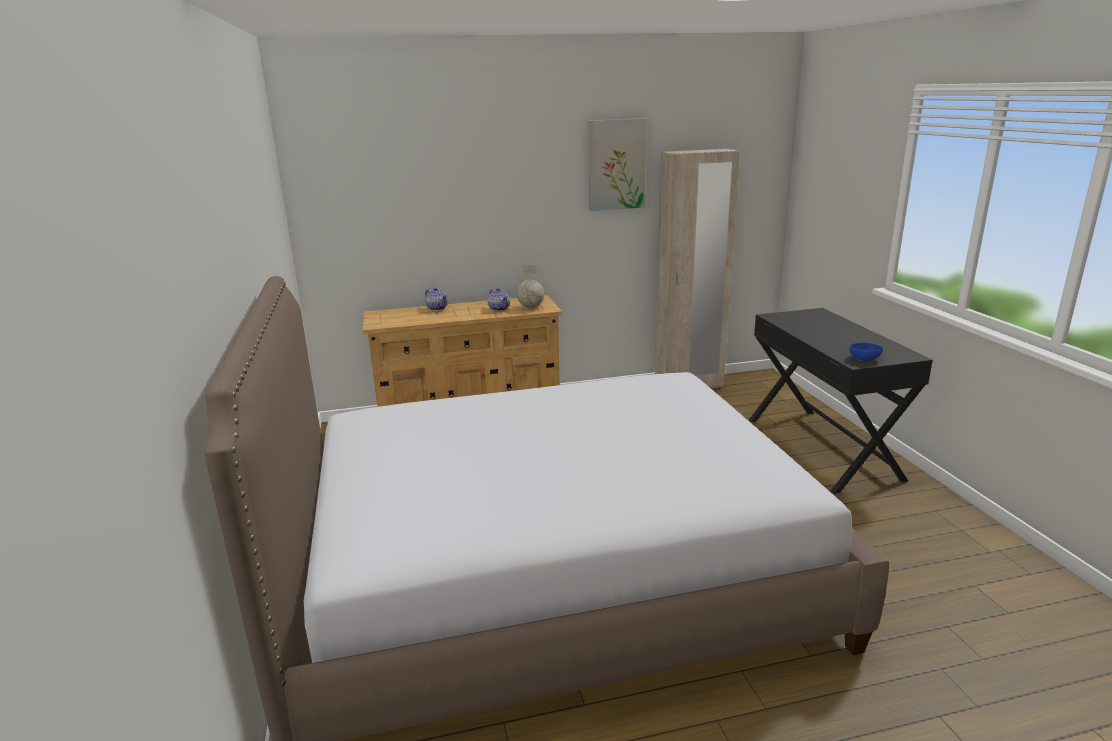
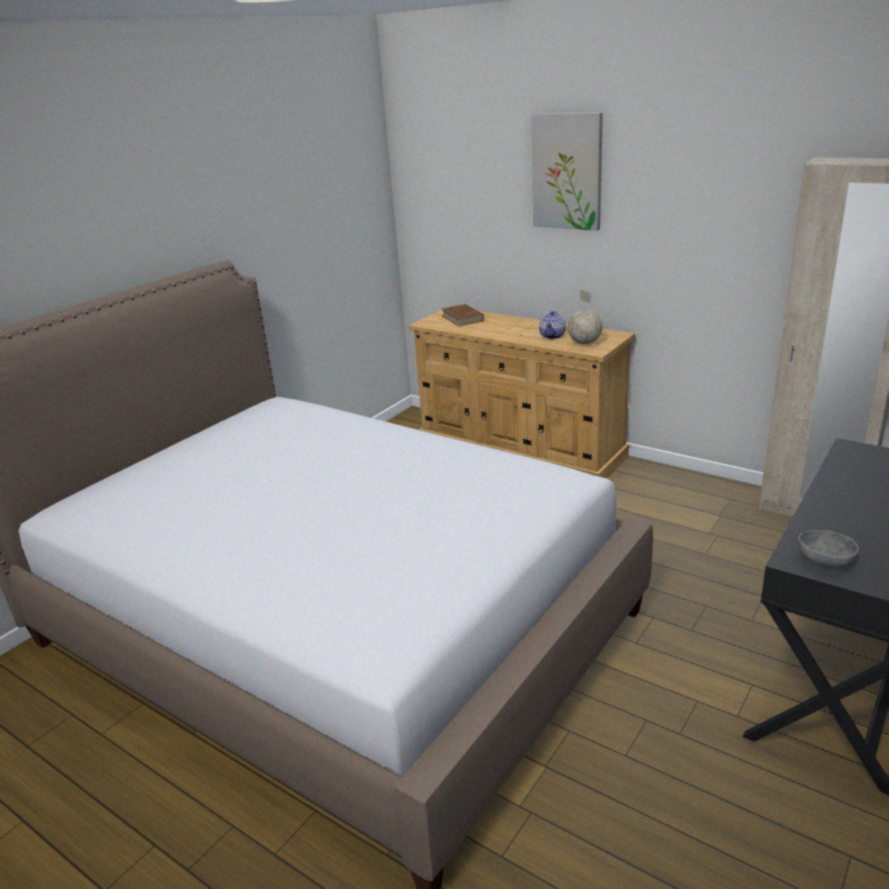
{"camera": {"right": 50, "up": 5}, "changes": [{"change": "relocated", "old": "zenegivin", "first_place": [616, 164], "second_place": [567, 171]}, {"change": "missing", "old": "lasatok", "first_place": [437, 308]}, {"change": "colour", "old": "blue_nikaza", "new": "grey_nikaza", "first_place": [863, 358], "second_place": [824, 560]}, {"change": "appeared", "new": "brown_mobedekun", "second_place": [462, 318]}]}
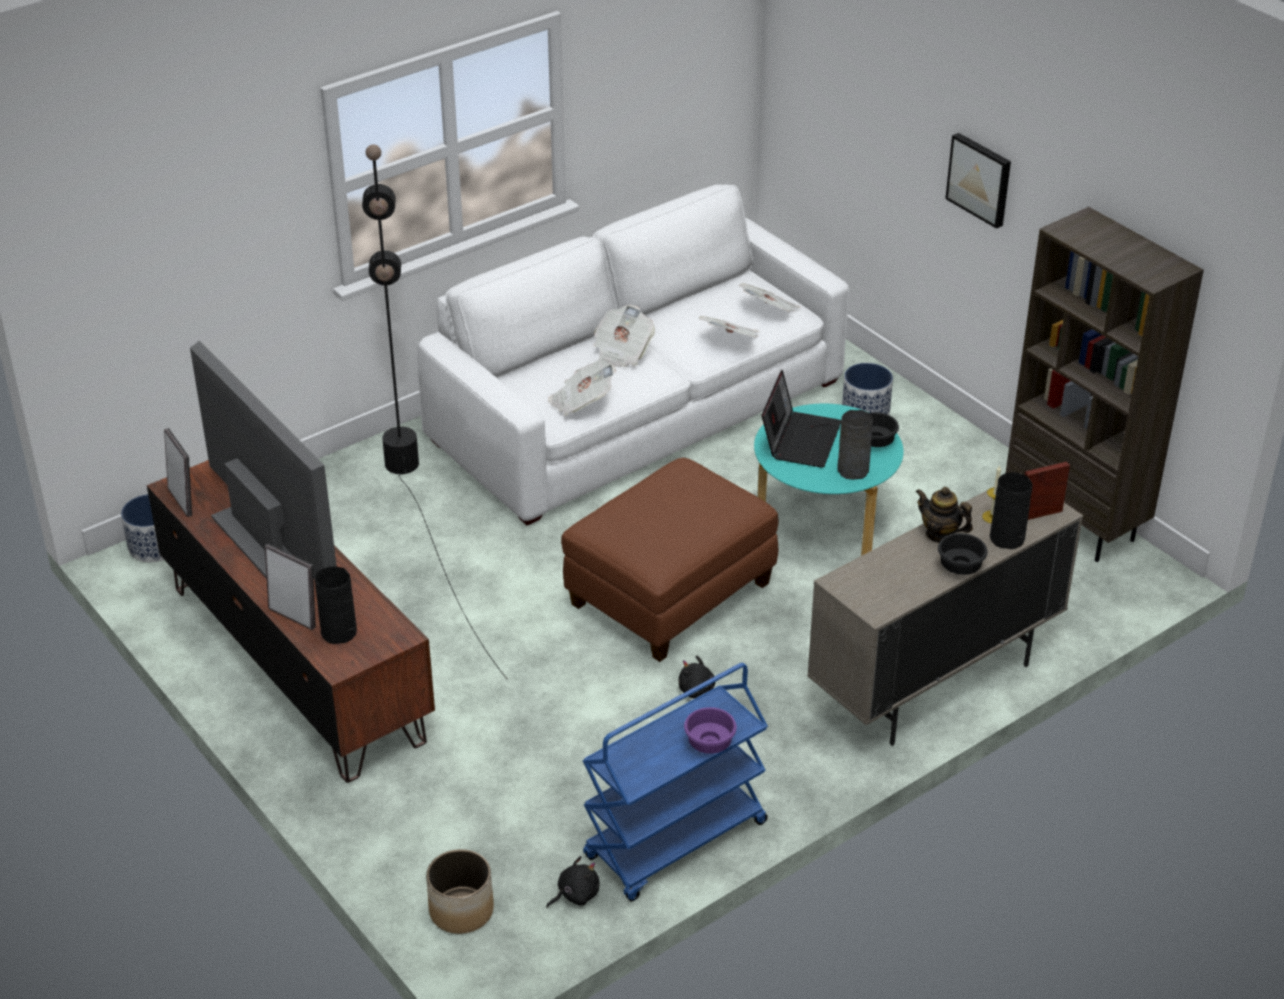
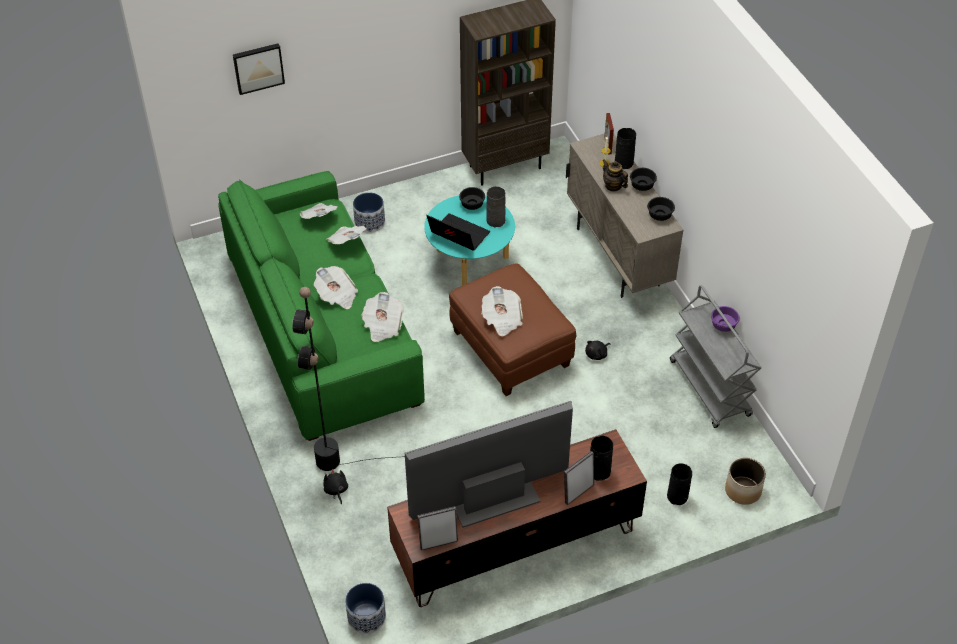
{"camera": {"right": -75, "up": 10}, "changes": [{"change": "relocated", "old": "zenegivin", "first_place": [980, 179], "second_place": [258, 67]}, {"change": "colour", "old": "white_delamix", "new": "green_delamix", "first_place": [636, 411], "second_place": [321, 328]}, {"change": "spun", "old": "lasatok", "first_place": [940, 534], "second_place": [613, 186], "degrees": 90}, {"change": "colour", "old": "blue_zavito", "new": "grey_zavito", "first_place": [675, 842], "second_place": [710, 389]}, {"change": "relocated", "old": "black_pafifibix", "first_place": [575, 894], "second_place": [336, 490]}, {"change": "appeared", "new": "black_nikaza", "second_place": [660, 216]}, {"change": "appeared", "new": "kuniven", "second_place": [502, 319]}, {"change": "appeared", "new": "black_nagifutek", "second_place": [677, 497]}]}
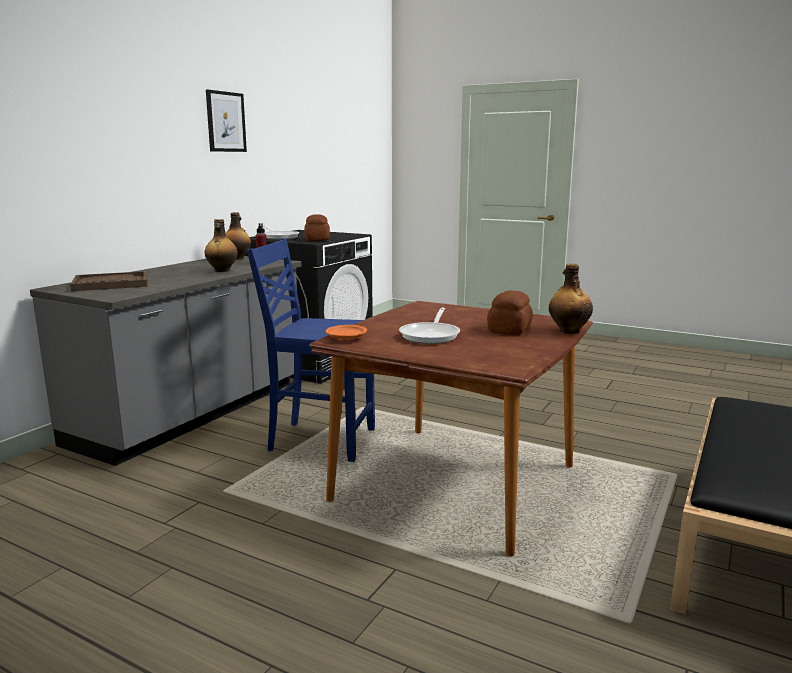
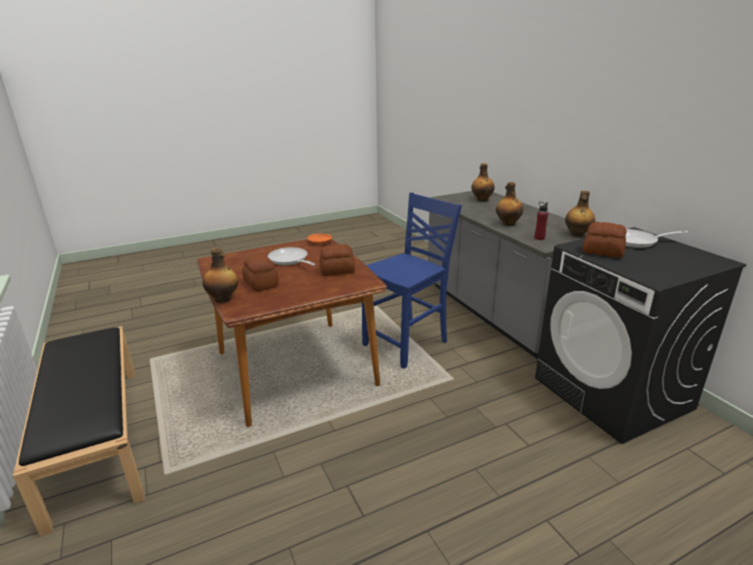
{"camera": {"right": 125, "up": 10}, "changes": [{"change": "missing", "old": "zenegivin", "first_place": [225, 122]}, {"change": "exchanged", "old": "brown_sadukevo", "new": "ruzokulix", "first_place": [110, 284], "second_place": [482, 200]}, {"change": "appeared", "new": "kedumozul", "second_place": [337, 271]}]}
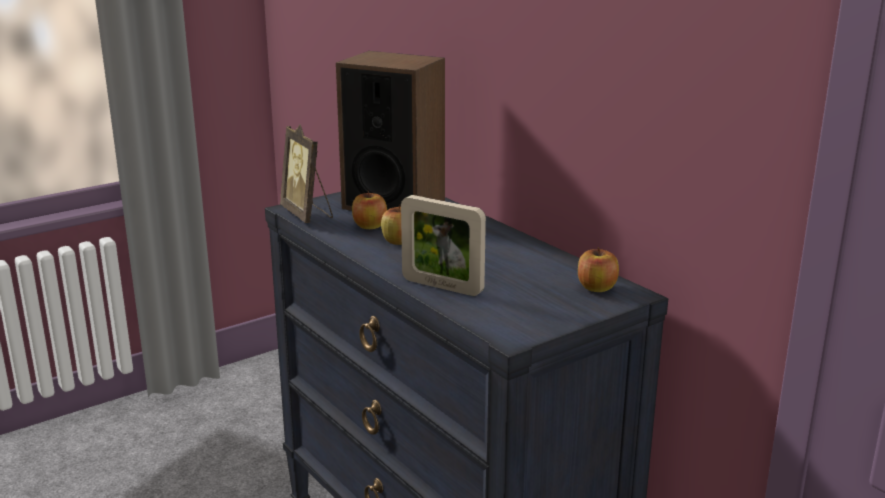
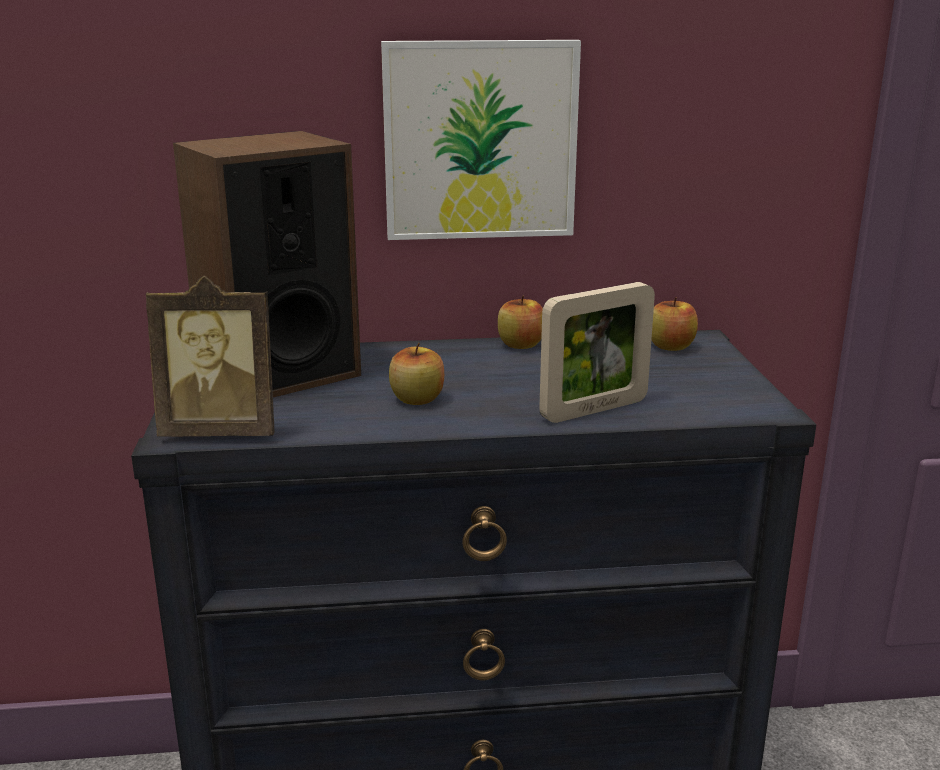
{"camera": {"right": -60, "up": 0}, "changes": [{"change": "relocated", "old": "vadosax", "first_place": [370, 226], "second_place": [521, 345]}, {"change": "appeared", "new": "zenegivin", "second_place": [480, 141]}]}
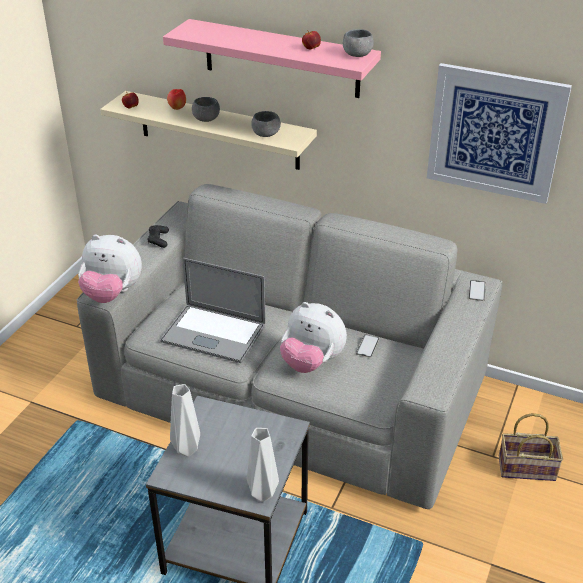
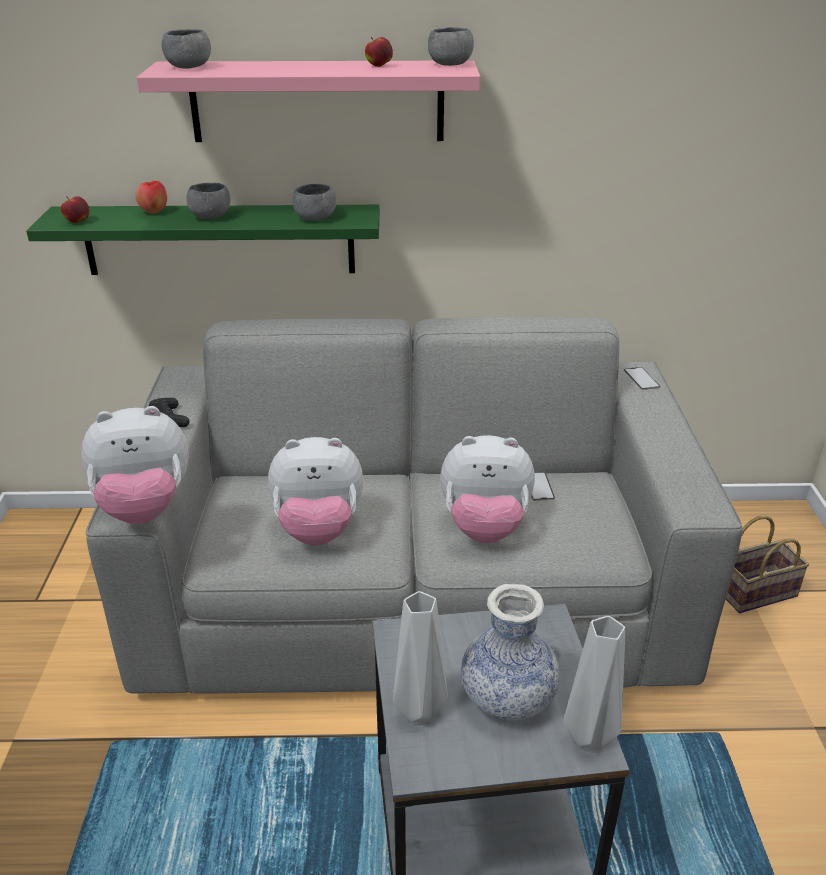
{"camera": {"right": -25, "up": -5}, "changes": [{"change": "missing", "old": "zenegivin", "first_place": [495, 133]}, {"change": "colour", "old": "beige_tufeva", "new": "green_tufeva", "first_place": [218, 130], "second_place": [219, 239]}, {"change": "exchanged", "old": "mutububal", "new": "pafifibix", "first_place": [213, 333], "second_place": [318, 529]}, {"change": "appeared", "new": "grey_nikaza", "second_place": [188, 67]}, {"change": "appeared", "new": "nagifutek", "second_place": [507, 698]}]}
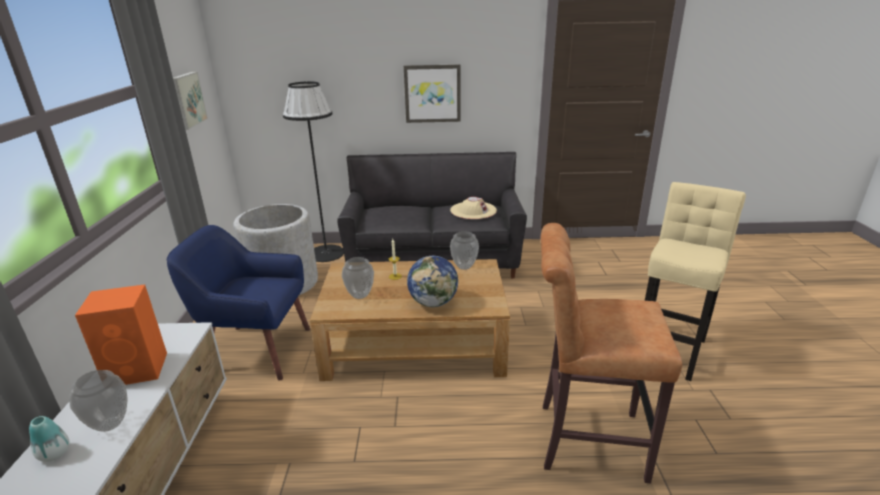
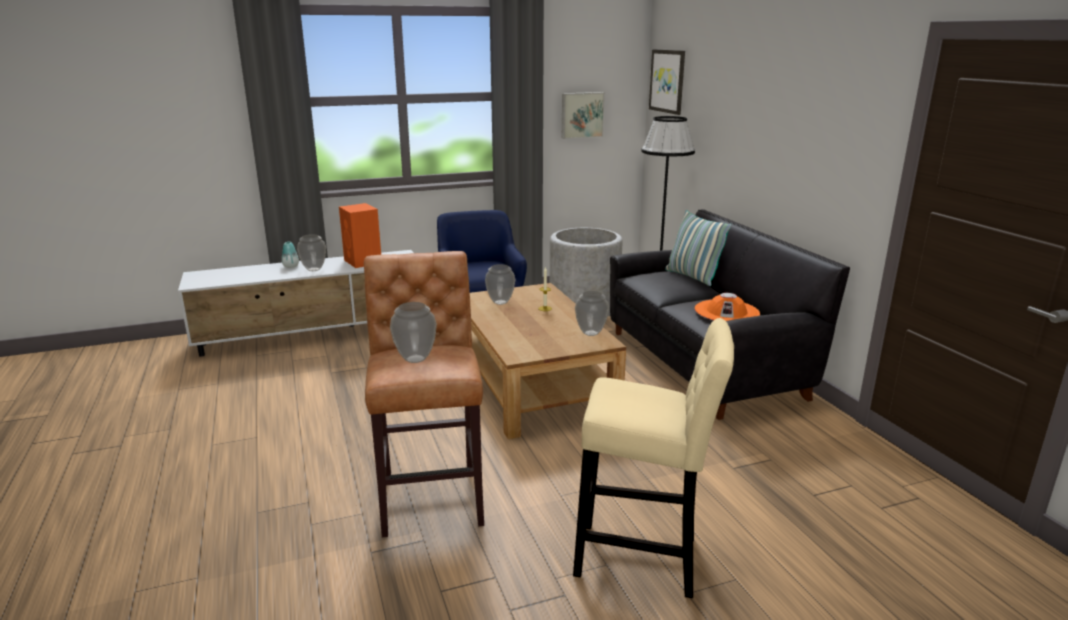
{"camera": {"right": 70, "up": -5}, "changes": [{"change": "relocated", "old": "zenegivin", "first_place": [432, 93], "second_place": [667, 81]}, {"change": "colour", "old": "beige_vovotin", "new": "orange_vovotin", "first_place": [473, 210], "second_place": [726, 311]}, {"change": "missing", "old": "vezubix", "first_place": [433, 303]}, {"change": "appeared", "new": "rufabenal", "second_place": [693, 277]}, {"change": "appeared", "new": "nagifutek", "second_place": [415, 359]}]}
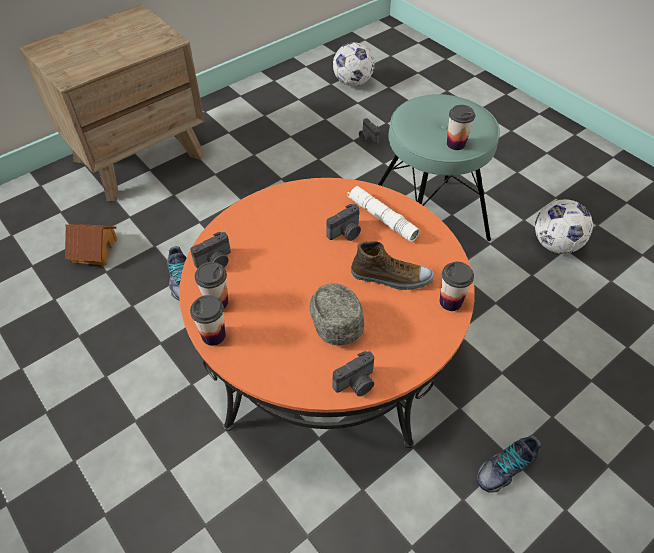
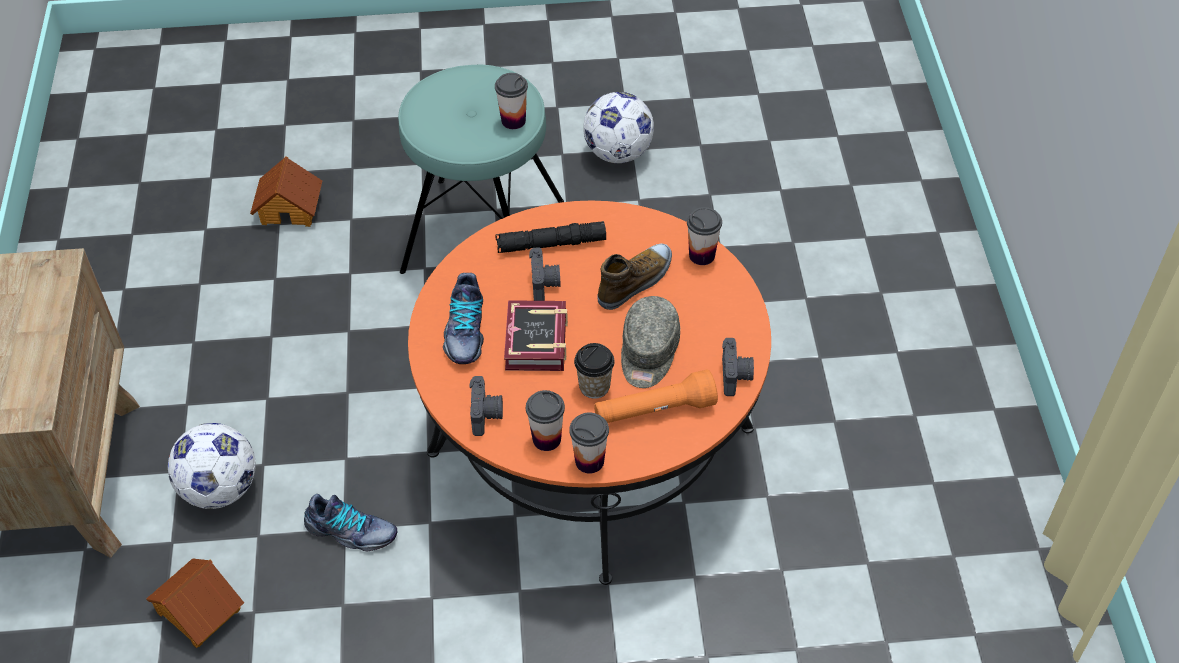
{"camera": {"right": -55, "up": 0}, "changes": [{"change": "relocated", "old": "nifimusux", "first_place": [352, 82], "second_place": [220, 488]}, {"change": "exchanged", "old": "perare", "new": "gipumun", "first_place": [367, 138], "second_place": [290, 208]}, {"change": "colour", "old": "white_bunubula", "new": "black_bunubula", "first_place": [382, 218], "second_place": [551, 244]}, {"change": "spun", "old": "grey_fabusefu", "first_place": [334, 318], "second_place": [648, 353], "degrees": -90}, {"change": "relocated", "old": "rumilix", "first_place": [505, 466], "second_place": [464, 330]}, {"change": "appeared", "new": "mobedekun", "second_place": [533, 344]}, {"change": "appeared", "new": "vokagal", "second_place": [594, 386]}, {"change": "appeared", "new": "orange_bunubula", "second_place": [654, 411]}]}
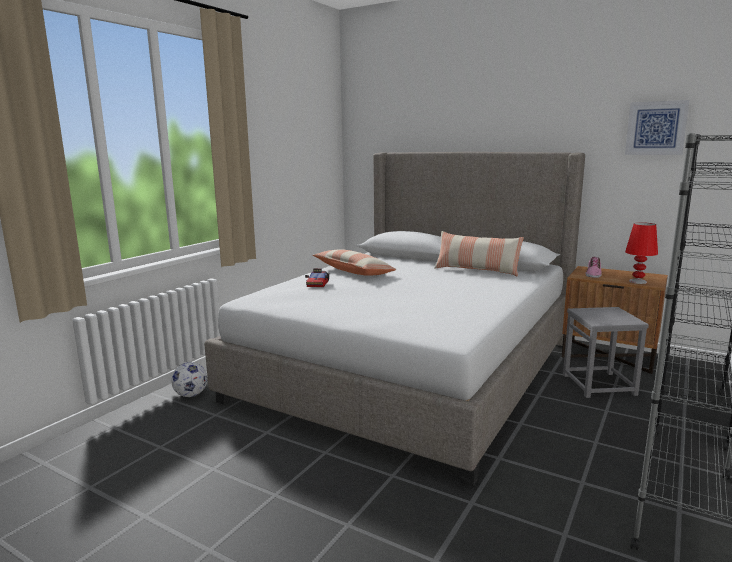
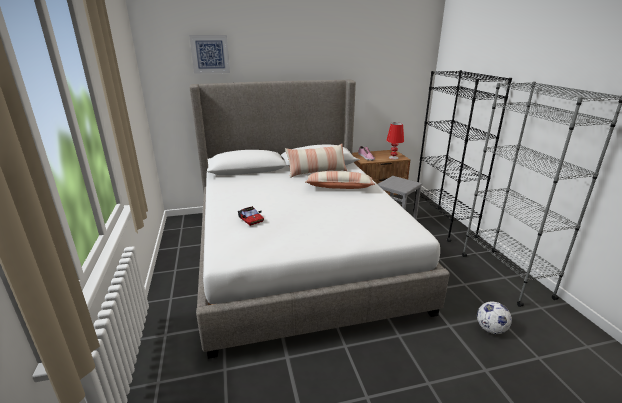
{"camera": {"right": -45, "up": 10}, "changes": [{"change": "relocated", "old": "zenegivin", "first_place": [656, 128], "second_place": [210, 54]}, {"change": "relocated", "old": "rufabenal", "first_place": [353, 272], "second_place": [339, 187]}, {"change": "relocated", "old": "nifimusux", "first_place": [191, 395], "second_place": [491, 329]}]}
